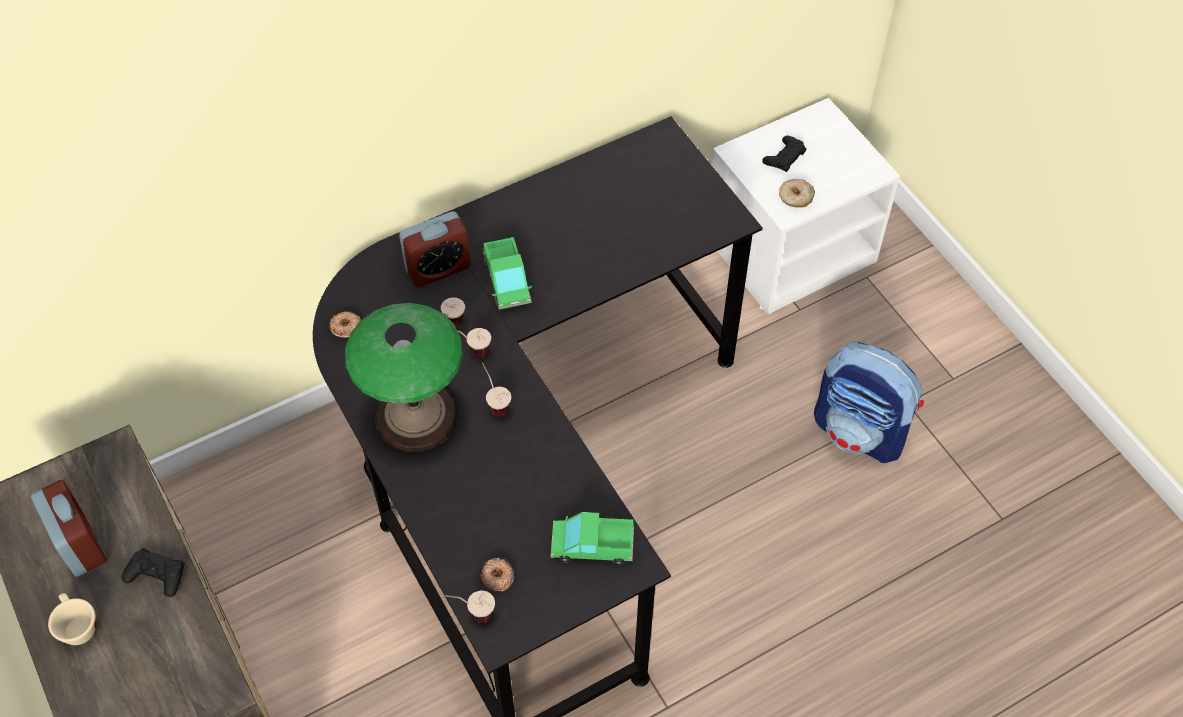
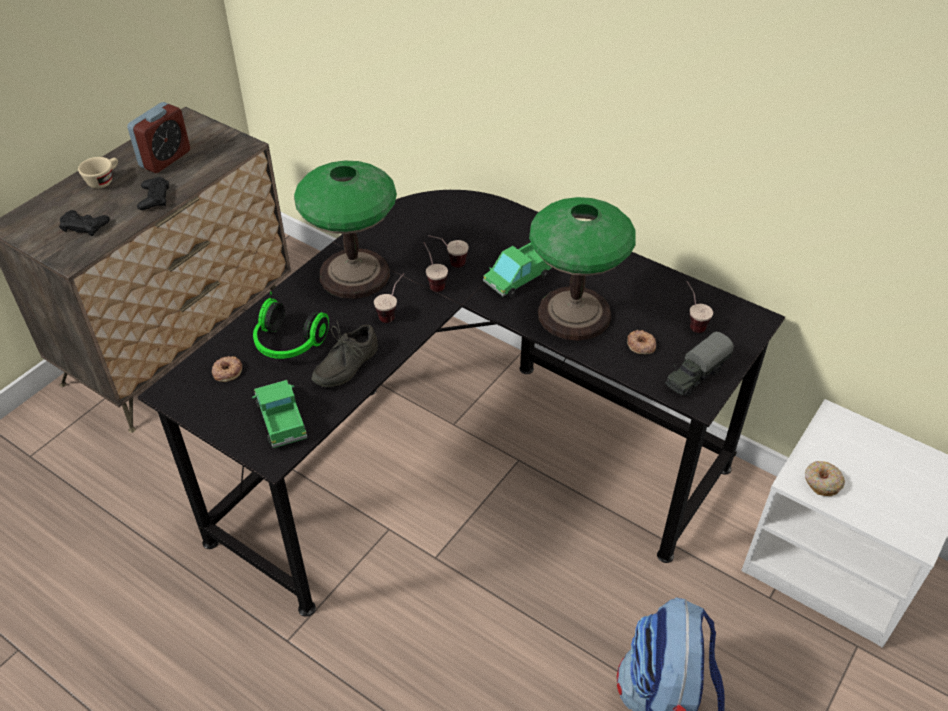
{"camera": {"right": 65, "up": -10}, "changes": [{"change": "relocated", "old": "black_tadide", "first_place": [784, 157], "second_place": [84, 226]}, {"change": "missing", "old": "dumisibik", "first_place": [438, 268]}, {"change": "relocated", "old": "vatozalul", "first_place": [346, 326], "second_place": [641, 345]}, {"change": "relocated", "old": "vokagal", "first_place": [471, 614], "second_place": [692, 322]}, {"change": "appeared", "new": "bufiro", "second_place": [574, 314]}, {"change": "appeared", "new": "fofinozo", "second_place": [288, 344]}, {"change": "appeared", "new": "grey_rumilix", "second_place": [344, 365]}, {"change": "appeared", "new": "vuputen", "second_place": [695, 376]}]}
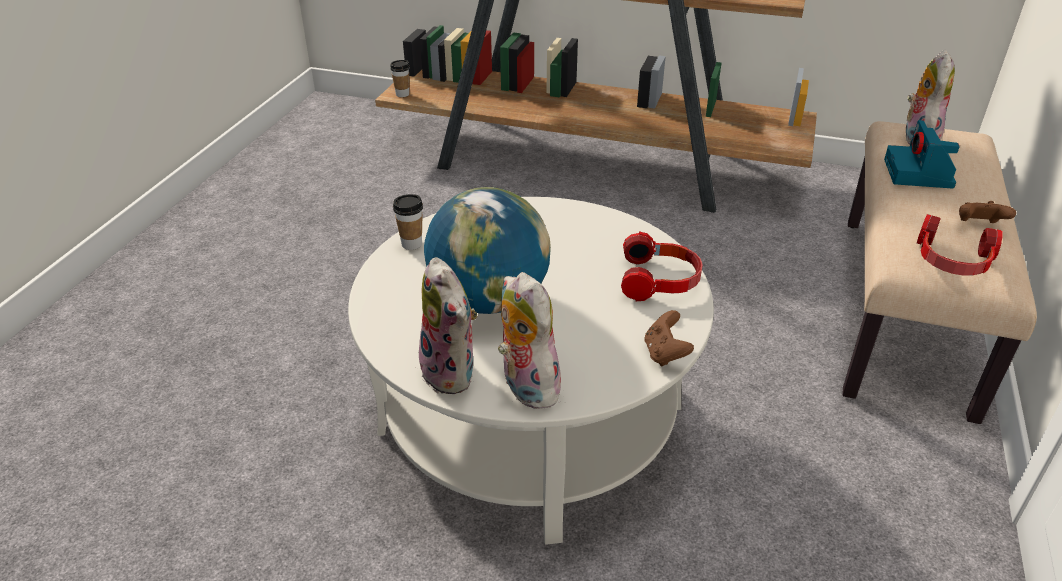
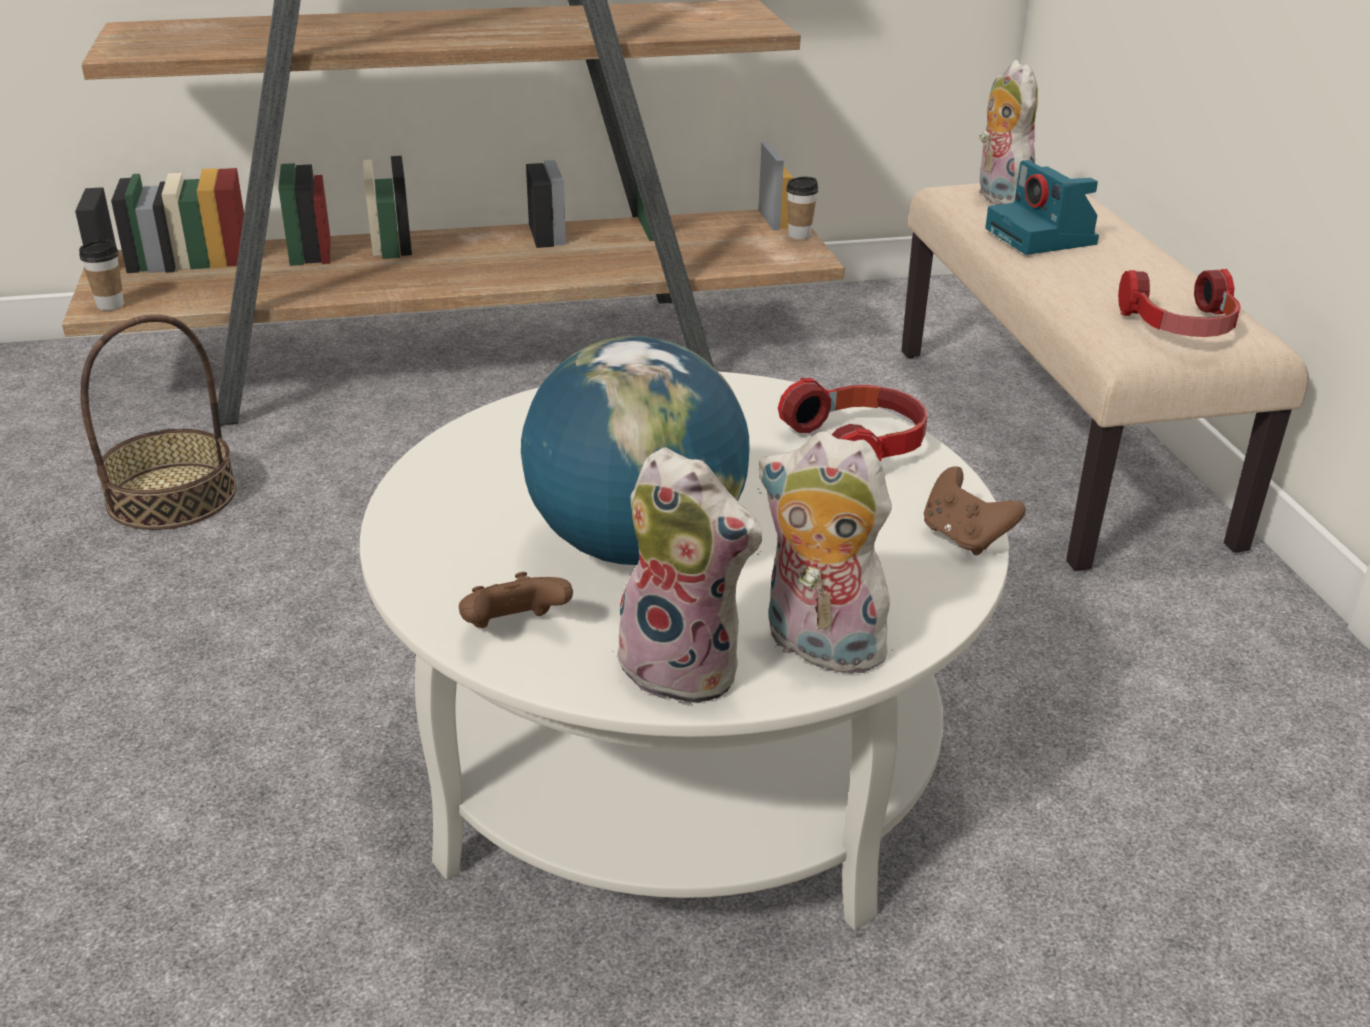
{"camera": {"right": -30, "up": -5}, "changes": [{"change": "relocated", "old": "vokagal", "first_place": [411, 244], "second_place": [799, 235]}, {"change": "relocated", "old": "brown_tadide", "first_place": [978, 225], "second_place": [514, 629]}, {"change": "appeared", "new": "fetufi", "second_place": [171, 496]}]}
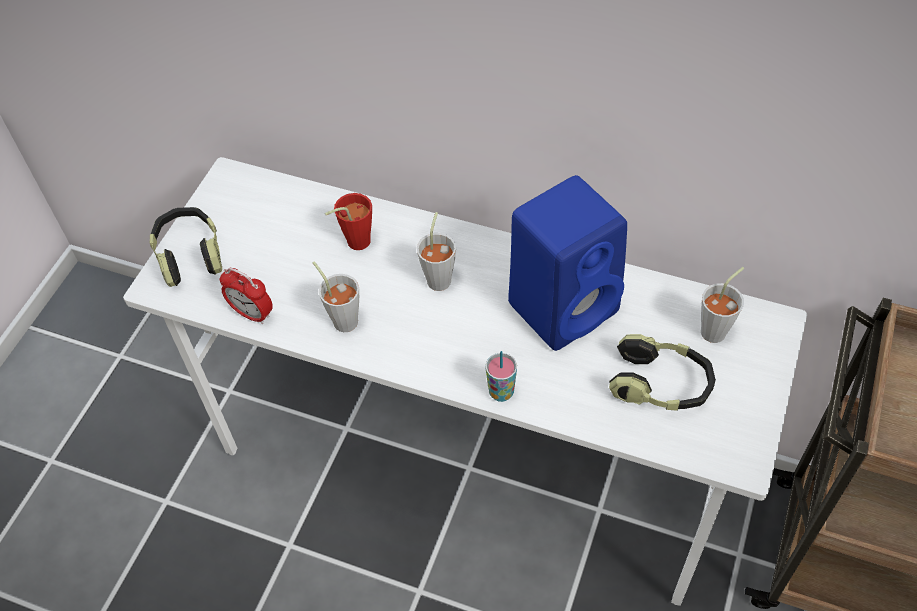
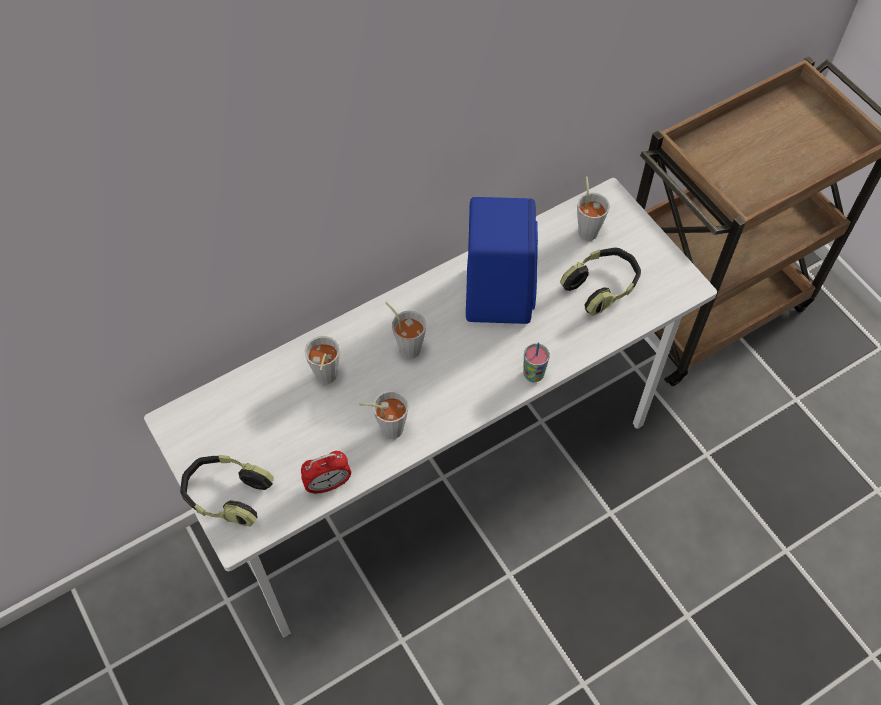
{"camera": {"right": -55, "up": 5}, "changes": [{"change": "colour", "old": "red_vokagal", "new": "grey_vokagal", "first_place": [353, 243], "second_place": [325, 379]}]}
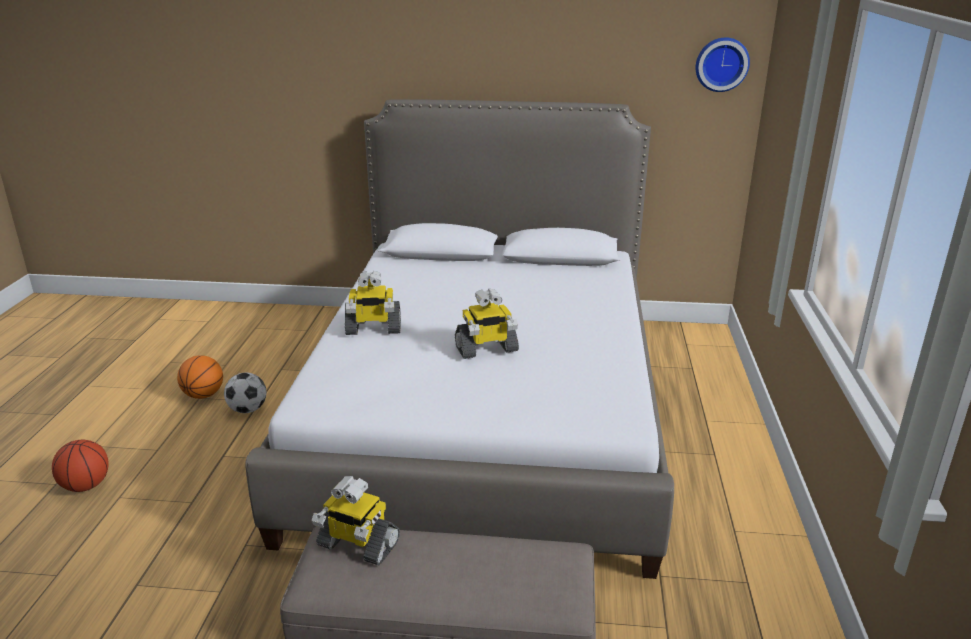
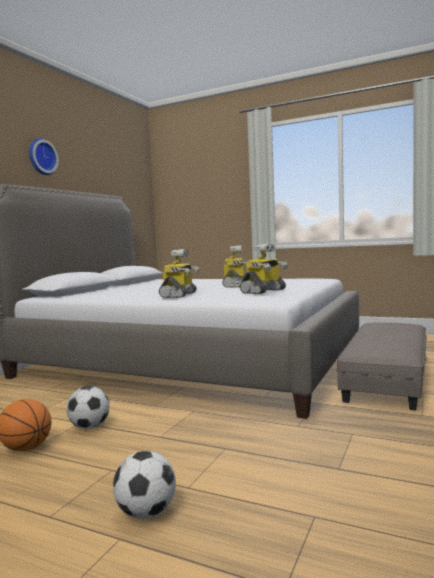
{"camera": {"right": -70, "up": -20}, "changes": [{"change": "relocated", "old": "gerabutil", "first_place": [721, 64], "second_place": [41, 157]}, {"change": "exchanged", "old": "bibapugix", "new": "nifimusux", "first_place": [85, 486], "second_place": [146, 512]}, {"change": "relocated", "old": "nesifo", "first_place": [357, 545], "second_place": [264, 291]}]}
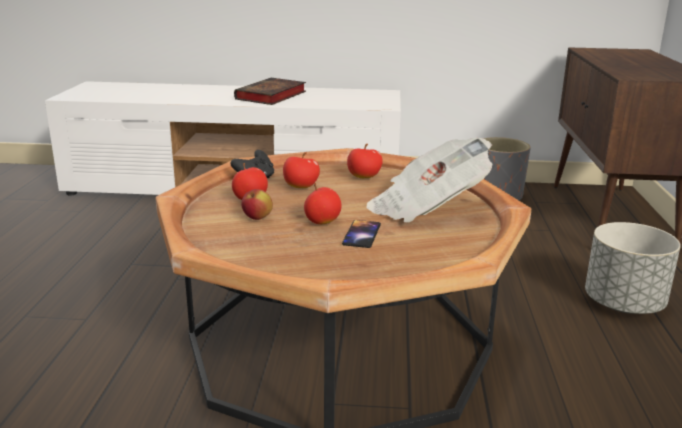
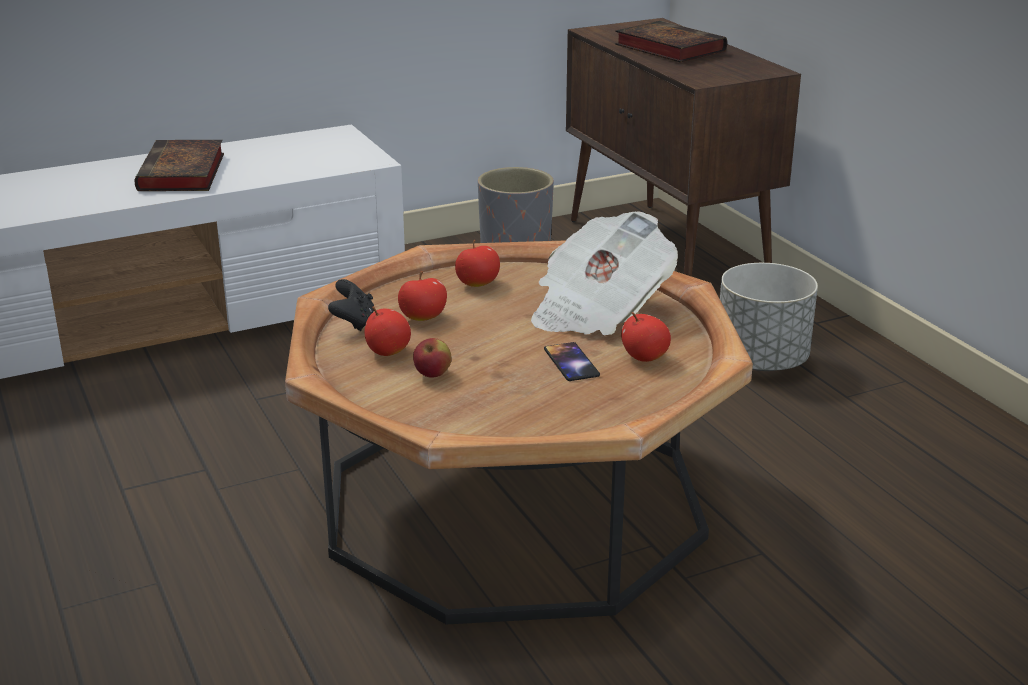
{"camera": {"right": -30, "up": 5}, "changes": [{"change": "relocated", "old": "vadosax", "first_place": [322, 222], "second_place": [644, 357]}, {"change": "appeared", "new": "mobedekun", "second_place": [667, 48]}]}
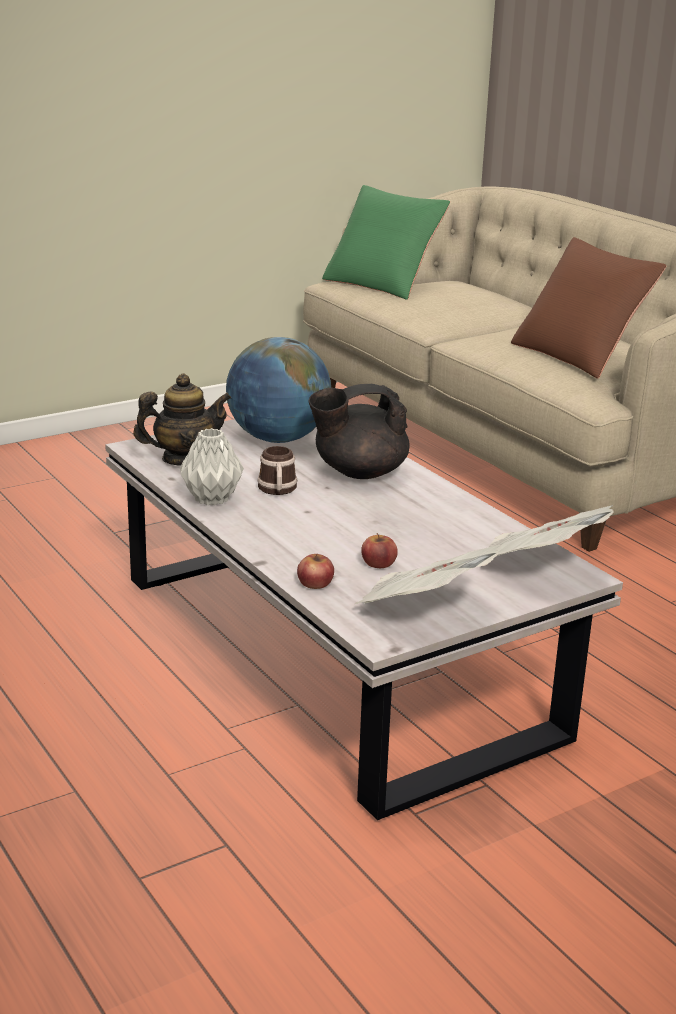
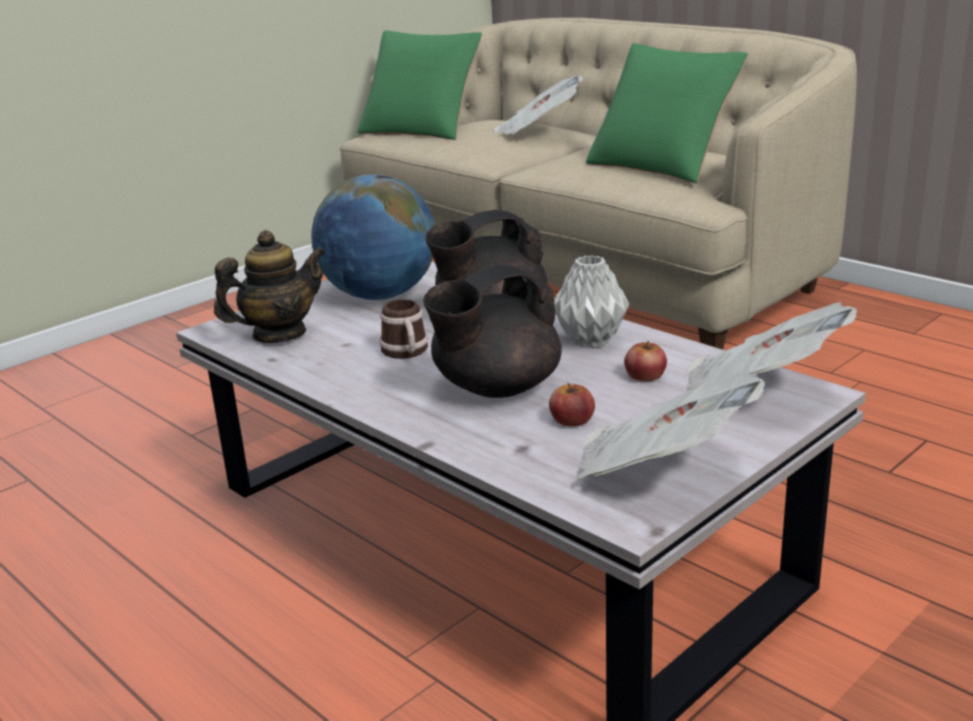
{"camera": {"right": -10, "up": 0}, "changes": [{"change": "colour", "old": "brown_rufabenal", "new": "green_rufabenal", "first_place": [579, 355], "second_place": [662, 165]}, {"change": "relocated", "old": "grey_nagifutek", "first_place": [210, 499], "second_place": [589, 340]}, {"change": "relocated", "old": "vadosax", "first_place": [315, 583], "second_place": [645, 375]}, {"change": "appeared", "new": "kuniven", "second_place": [537, 130]}, {"change": "appeared", "new": "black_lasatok", "second_place": [495, 388]}]}
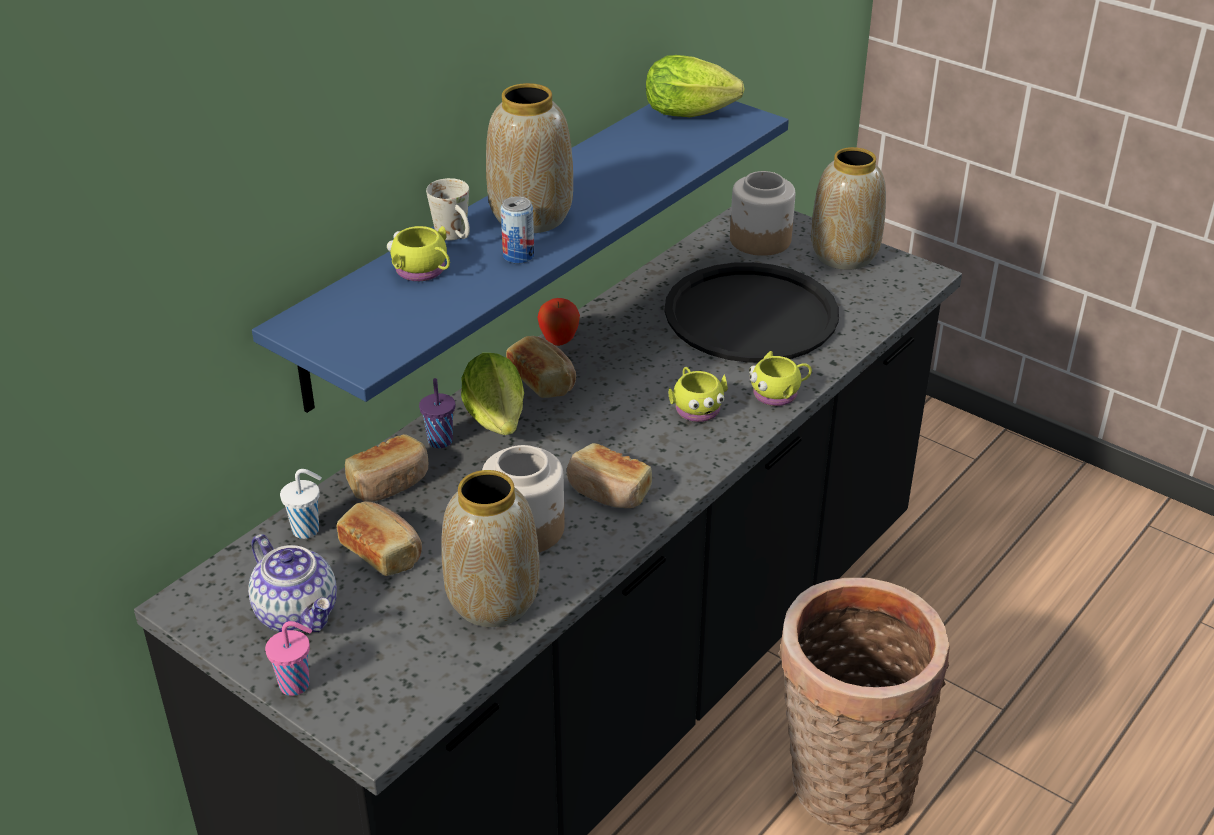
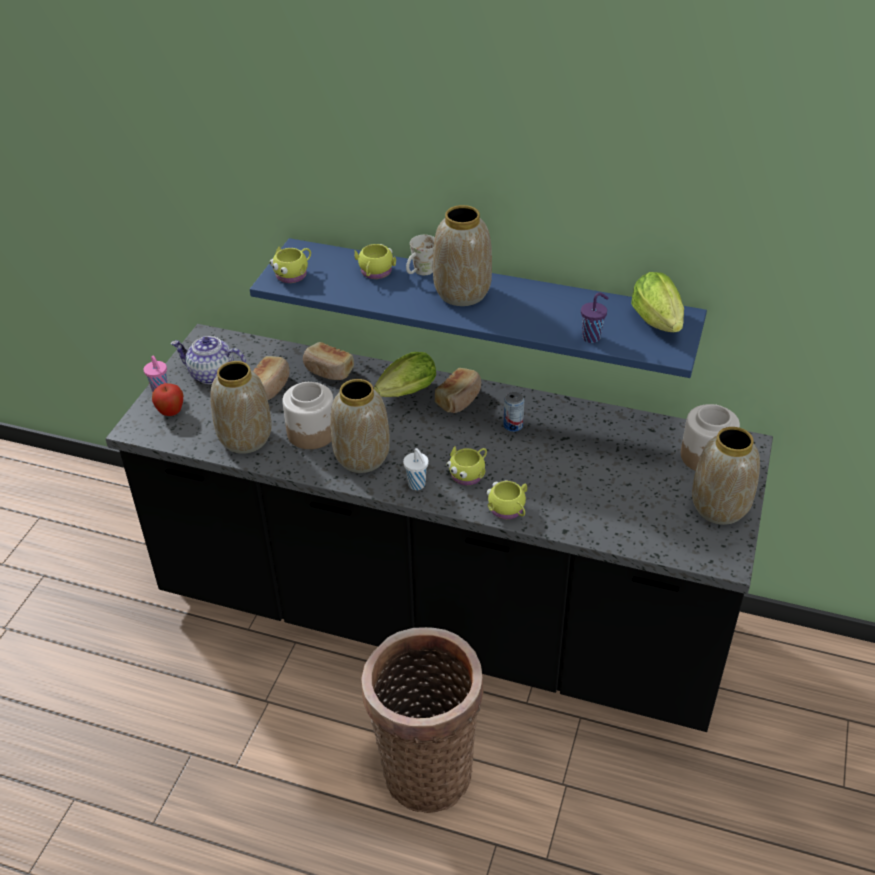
{"camera": {"right": 70, "up": 5}, "changes": [{"change": "relocated", "old": "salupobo", "first_place": [518, 256], "second_place": [513, 425]}, {"change": "missing", "old": "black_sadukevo", "first_place": [751, 315]}, {"change": "relocated", "old": "vadosax", "first_place": [559, 341], "second_place": [171, 413]}, {"change": "relocated", "old": "purple_vokagal", "first_place": [440, 440], "second_place": [592, 337]}, {"change": "exchanged", "old": "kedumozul", "new": "nagifutek", "first_place": [608, 491], "second_place": [361, 457]}, {"change": "relocated", "old": "white_vokagal", "first_place": [307, 530], "second_place": [417, 485]}, {"change": "spun", "old": "lasatok", "first_place": [298, 613], "second_place": [211, 374], "degrees": 75}, {"change": "appeared", "new": "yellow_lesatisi", "second_place": [293, 274]}]}
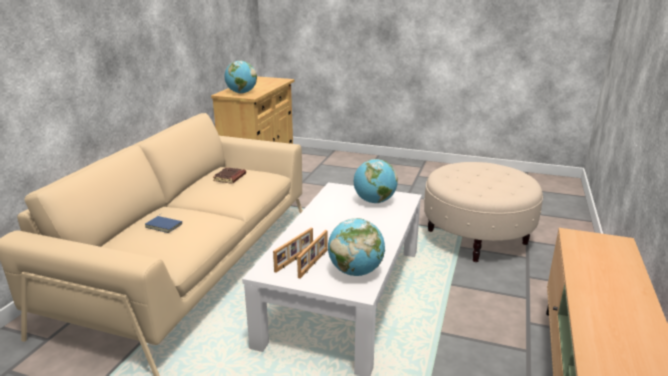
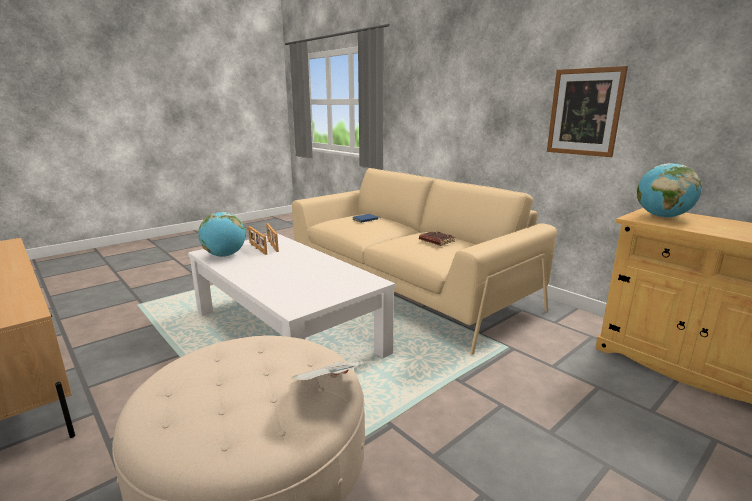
{"camera": {"right": 120, "up": -5}, "changes": [{"change": "missing", "old": "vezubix", "first_place": [374, 201]}, {"change": "appeared", "new": "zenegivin", "second_place": [584, 112]}, {"change": "appeared", "new": "kuniven", "second_place": [333, 389]}]}
